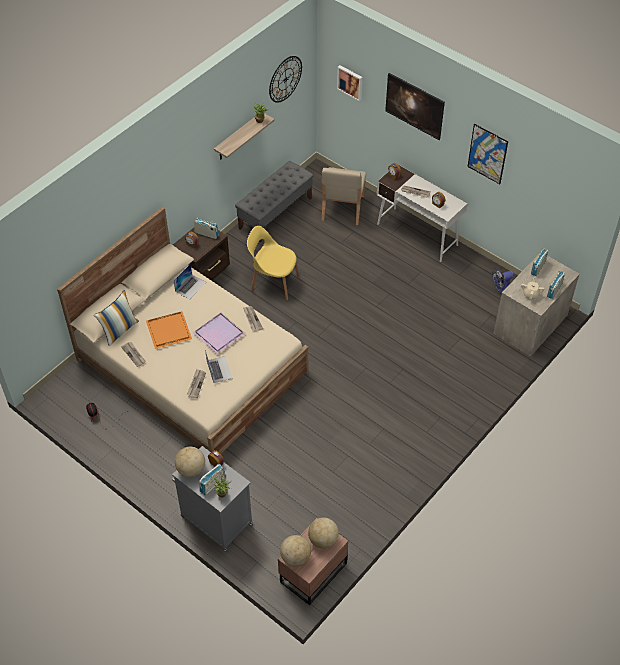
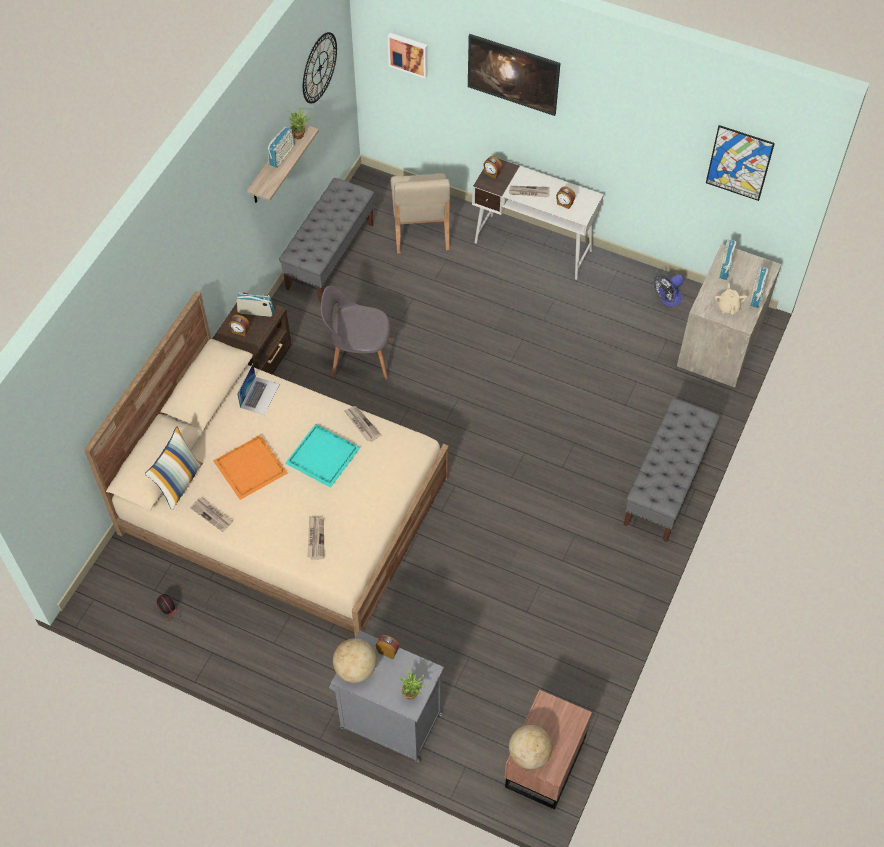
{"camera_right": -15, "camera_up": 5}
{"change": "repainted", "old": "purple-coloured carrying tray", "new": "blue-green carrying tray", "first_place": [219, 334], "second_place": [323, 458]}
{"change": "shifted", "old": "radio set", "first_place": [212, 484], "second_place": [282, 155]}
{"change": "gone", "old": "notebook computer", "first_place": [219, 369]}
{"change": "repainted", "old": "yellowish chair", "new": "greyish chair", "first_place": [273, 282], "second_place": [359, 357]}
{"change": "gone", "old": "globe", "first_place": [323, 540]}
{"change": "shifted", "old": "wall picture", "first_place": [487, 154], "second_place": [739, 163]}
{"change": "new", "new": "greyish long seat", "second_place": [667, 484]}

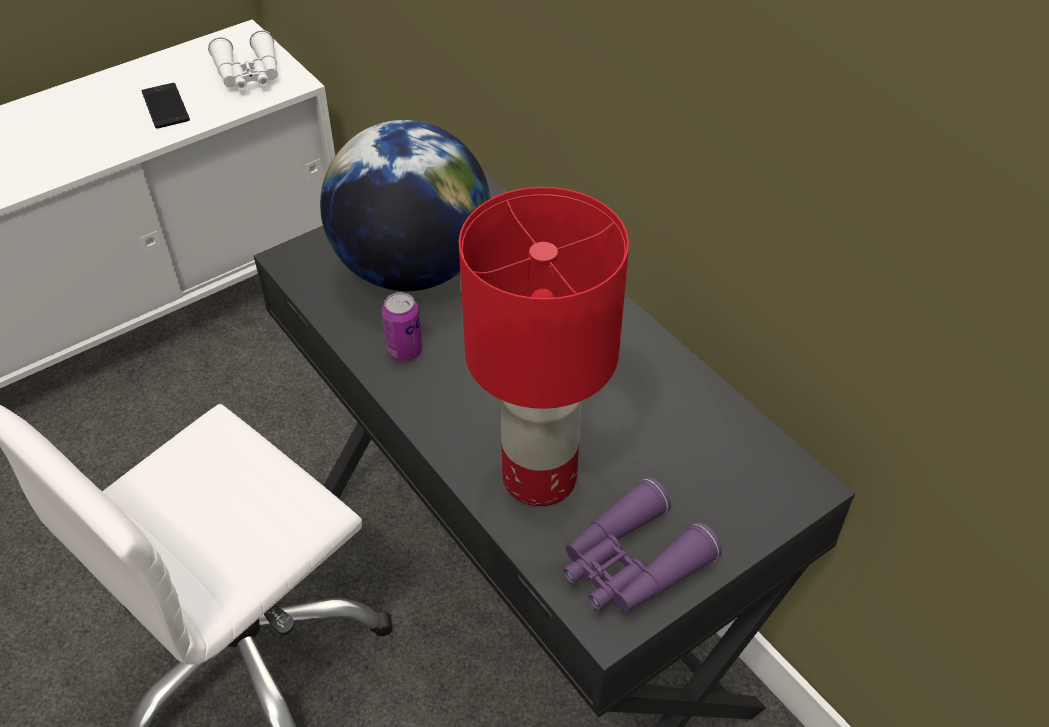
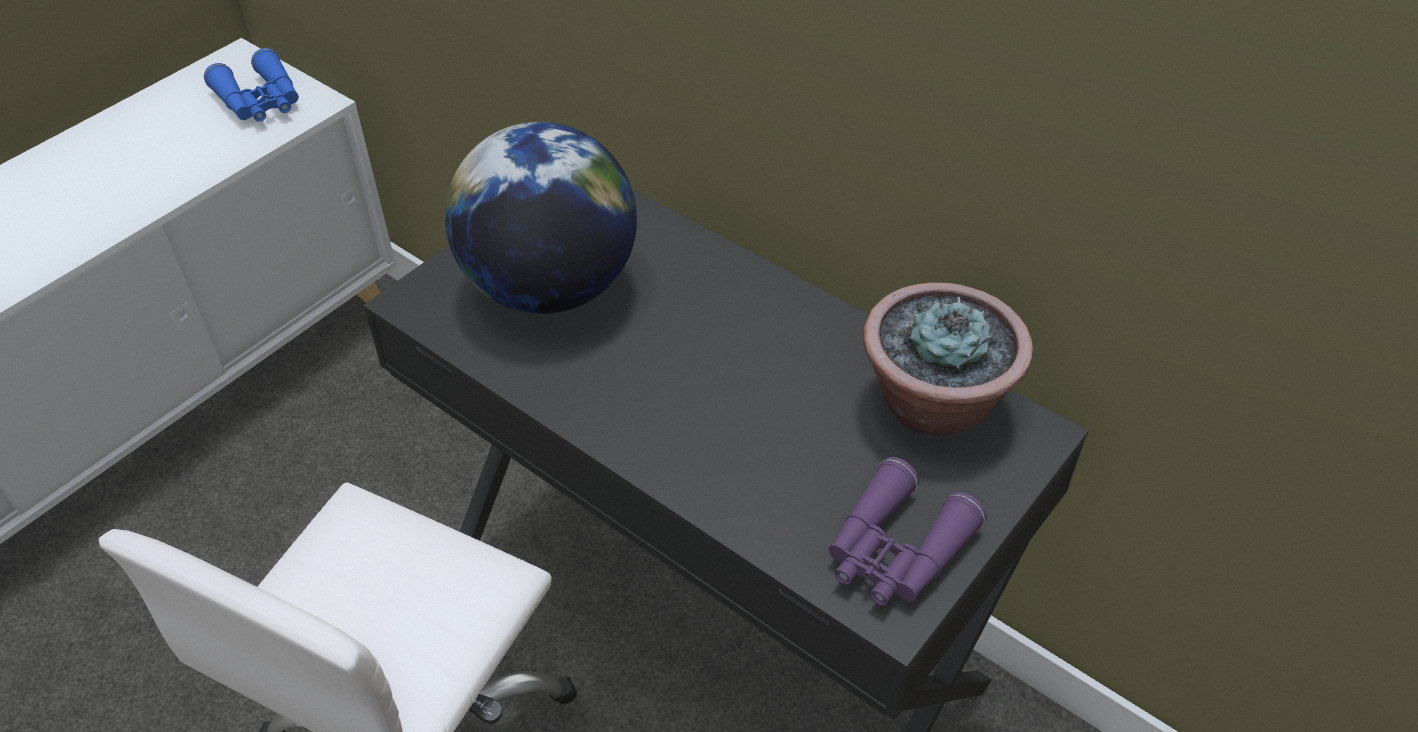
{"camera_right": -15, "camera_up": 0}
{"change": "gone", "old": "handset", "first_place": [165, 106]}
{"change": "repainted", "old": "whitish pair of binoculars", "new": "bluish pair of binoculars", "first_place": [249, 74], "second_place": [260, 102]}
{"change": "gone", "old": "metal can", "first_place": [405, 351]}
{"change": "gone", "old": "reddish tabletop lamp", "first_place": [537, 477]}
{"change": "new", "new": "potted plant", "second_place": [933, 405]}

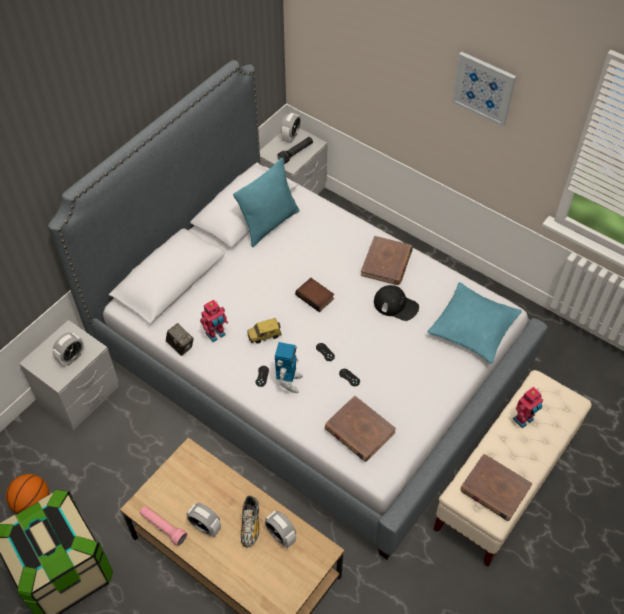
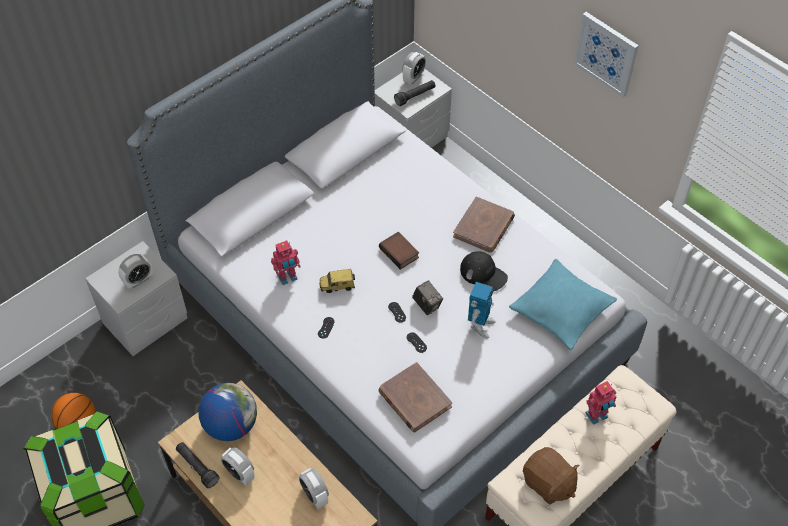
{"camera_right": 10, "camera_up": 0}
{"change": "repainted", "old": "pink flashlight", "new": "black-coloured flashlight", "first_place": [163, 527], "second_place": [197, 467]}
{"change": "shifted", "old": "photo camera", "first_place": [181, 346], "second_place": [427, 305]}
{"change": "gone", "old": "blue-green pillow", "first_place": [269, 224]}
{"change": "gone", "old": "shoe", "first_place": [250, 525]}
{"change": "shifted", "old": "robot figure", "first_place": [289, 382], "second_place": [480, 326]}
{"change": "swapped", "old": "brown bound book", "new": "brown cuddly toy", "first_place": [494, 489], "second_place": [548, 483]}
{"change": "new", "new": "globe", "second_place": [231, 425]}

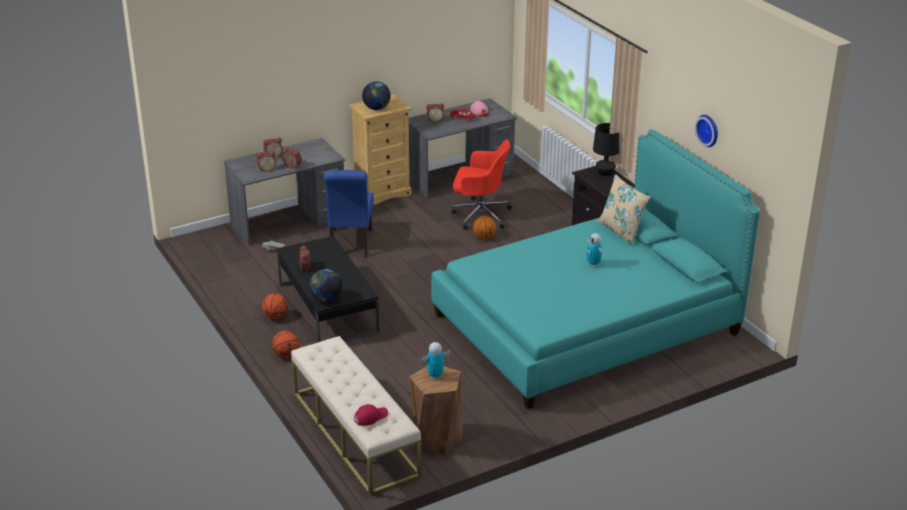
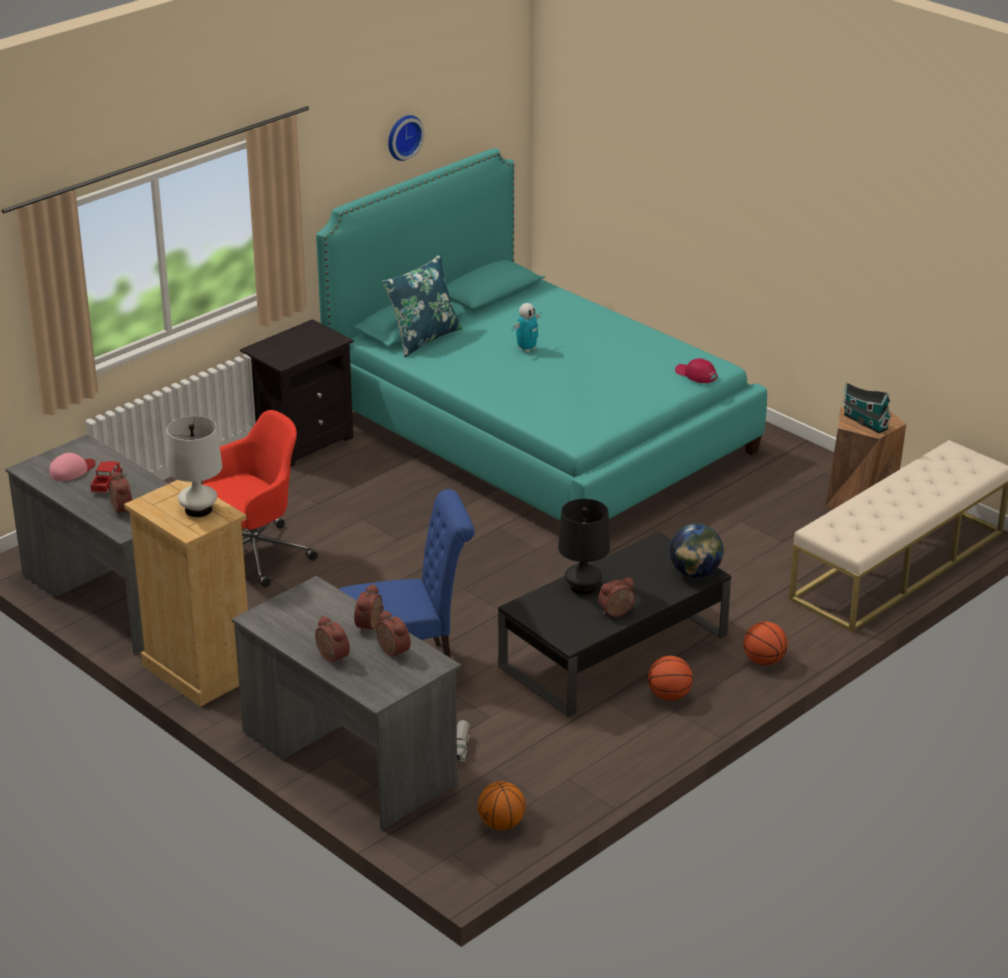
{"camera_right": -105, "camera_up": 0}
{"change": "shifted", "old": "reddish peaked cap", "first_place": [370, 417], "second_place": [695, 375]}
{"change": "swapped", "old": "globe", "new": "whitish tabletop lamp", "first_place": [376, 108], "second_place": [198, 509]}
{"change": "swapped", "old": "robot figure", "new": "miniature house", "first_place": [435, 376], "second_place": [864, 421]}
{"change": "rotated", "old": "reddish desk chair", "first_place": [480, 215], "second_place": [253, 555], "degrees": 60}
{"change": "shifted", "old": "basketball ball", "first_place": [484, 237], "second_place": [501, 824]}
{"change": "shifted", "old": "black-coloured tabletop lamp", "first_place": [605, 172], "second_place": [583, 587]}
{"change": "repainted", "old": "sand-coloured pillow", "new": "bluish pillow", "first_place": [621, 231], "second_place": [423, 338]}

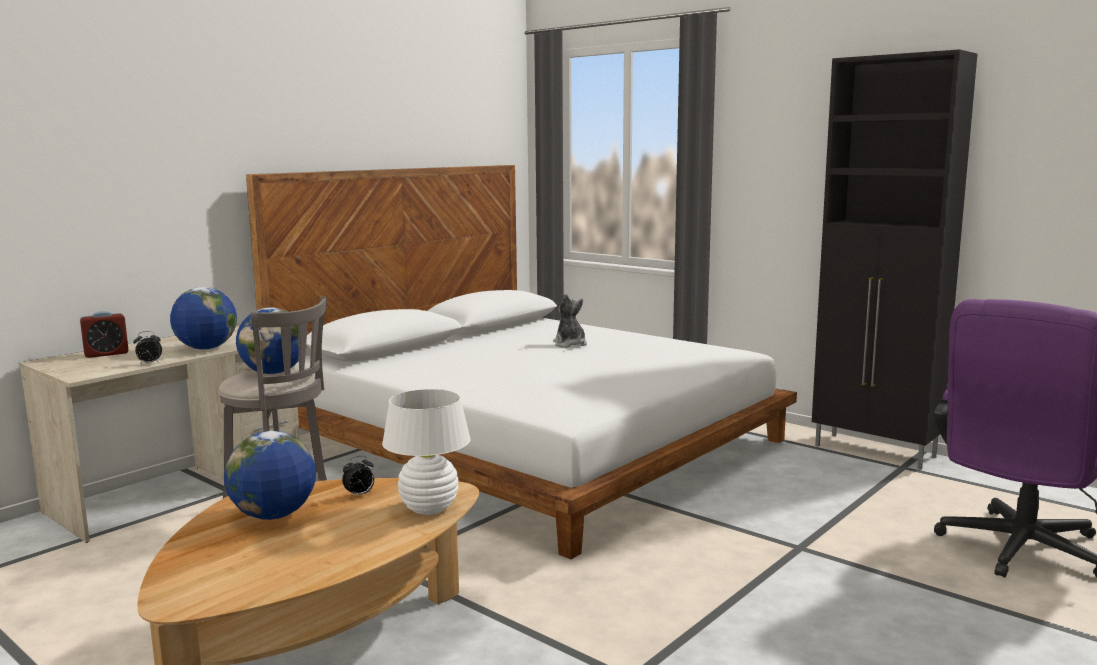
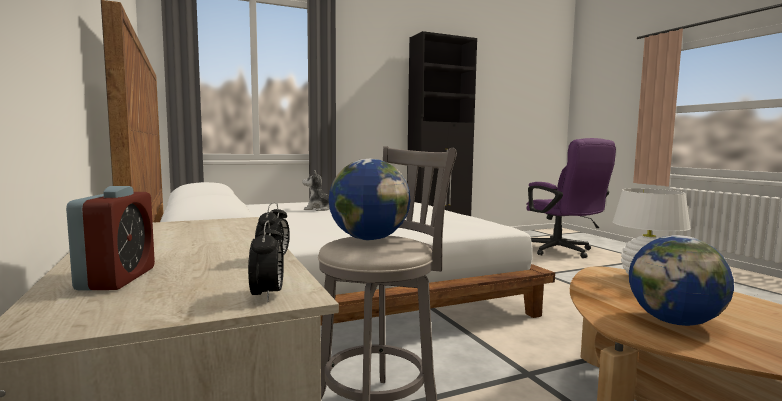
{"camera_right": -65, "camera_up": -5}
{"change": "gone", "old": "globe", "first_place": [206, 348]}
{"change": "shifted", "old": "bedside clock", "first_place": [359, 495], "second_place": [267, 295]}

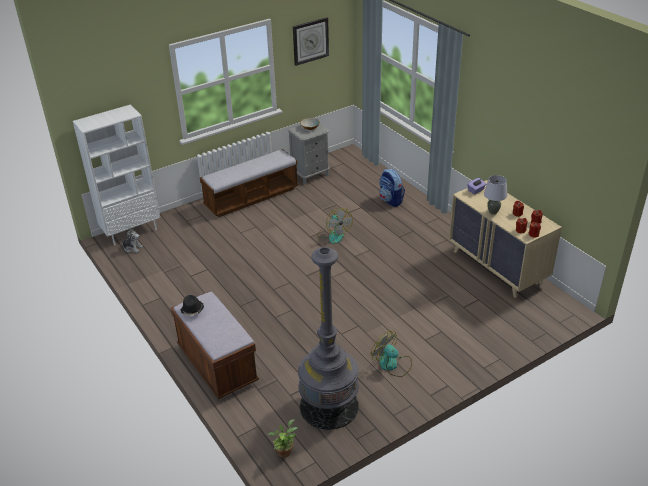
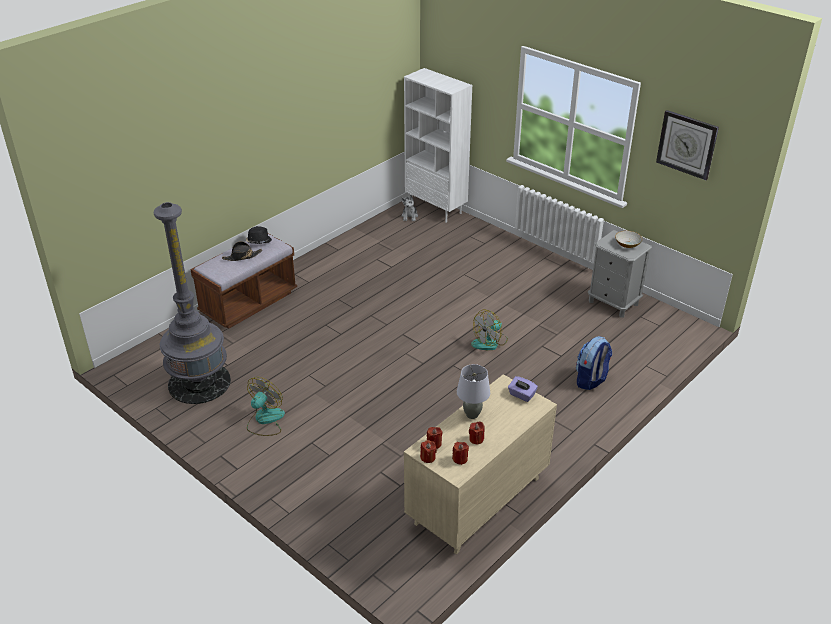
{"camera_right": 75, "camera_up": 0}
{"change": "gone", "old": "long seat", "first_place": [252, 197]}
{"change": "gone", "old": "potted plant", "first_place": [284, 451]}
{"change": "new", "new": "black-coloured wearable hat", "second_place": [242, 256]}

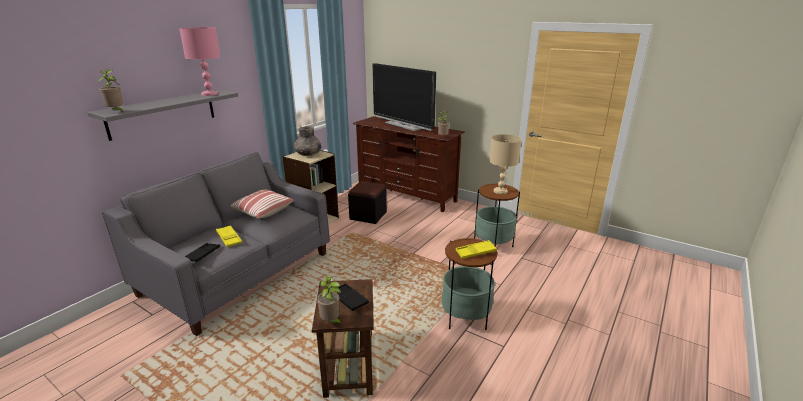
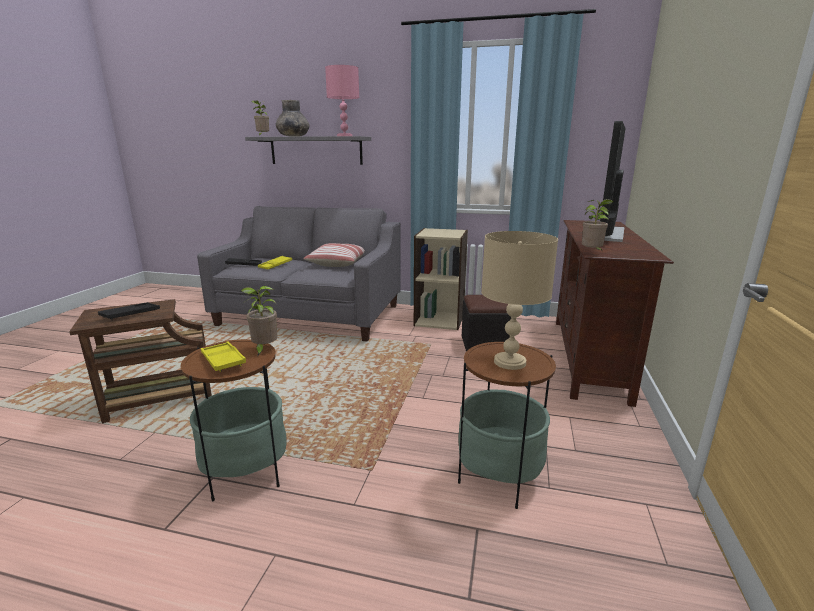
{"camera_right": 70, "camera_up": -5}
{"change": "shifted", "old": "greyish vase", "first_place": [308, 154], "second_place": [293, 136]}
{"change": "shifted", "old": "potted plant", "first_place": [331, 322], "second_place": [264, 349]}

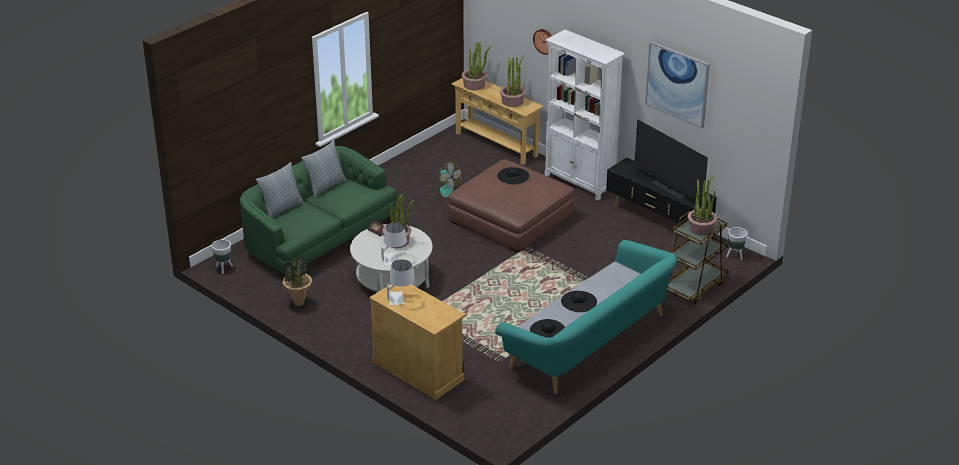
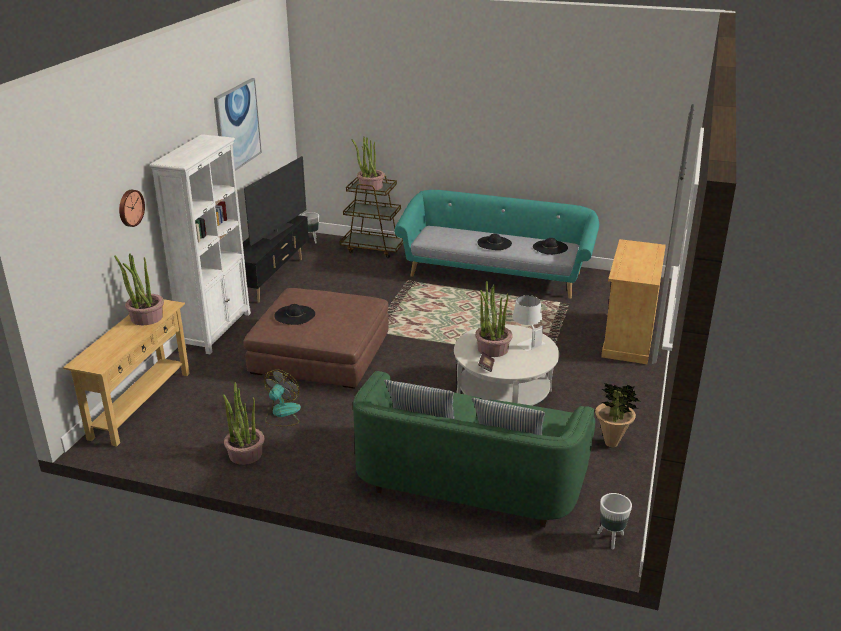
{"camera_right": -115, "camera_up": -5}
{"change": "gone", "old": "whitish tabletop lamp", "first_place": [400, 297]}
{"change": "shifted", "old": "potted plant", "first_place": [474, 85], "second_place": [245, 454]}

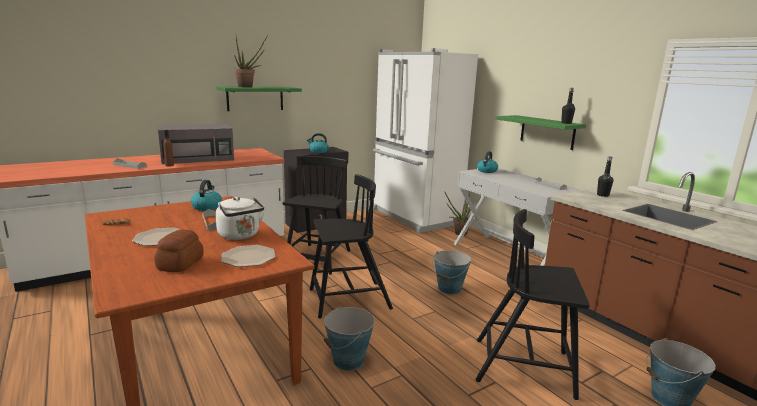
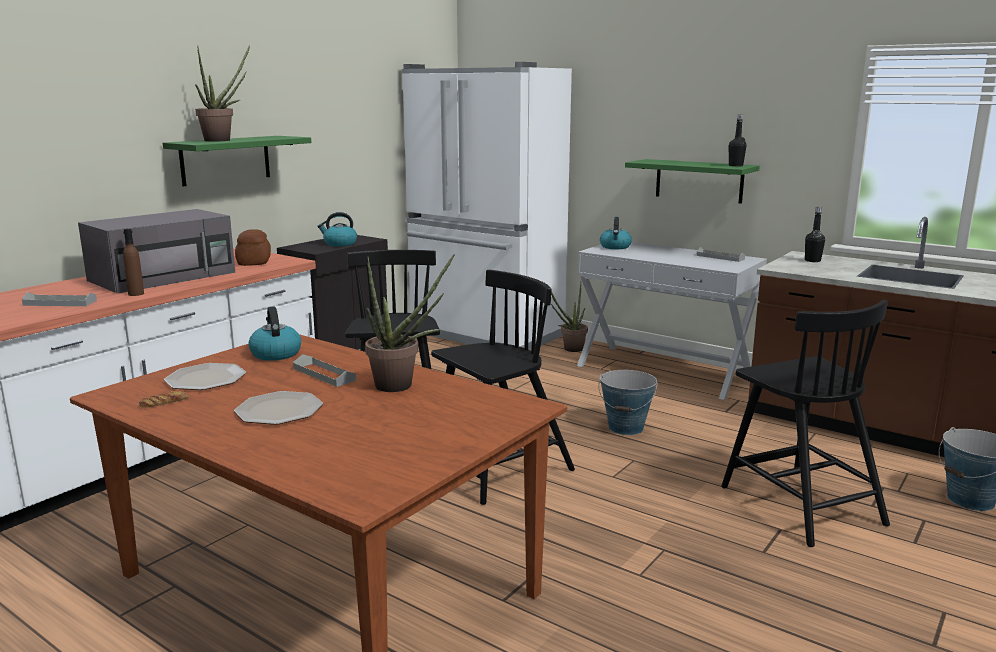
{"camera_right": -20, "camera_up": 0}
{"change": "shifted", "old": "bakery bread", "first_place": [179, 264], "second_place": [253, 262]}
{"change": "swapped", "old": "whitish water kettle", "new": "potted plant", "first_place": [240, 236], "second_place": [402, 386]}
{"change": "shifted", "old": "dinner plate", "first_place": [248, 257], "second_place": [205, 379]}
{"change": "gone", "old": "water bucket", "first_place": [348, 360]}
{"change": "rotated", "old": "black-coloured chair", "first_place": [525, 367], "second_place": [799, 504], "degrees": -105}

